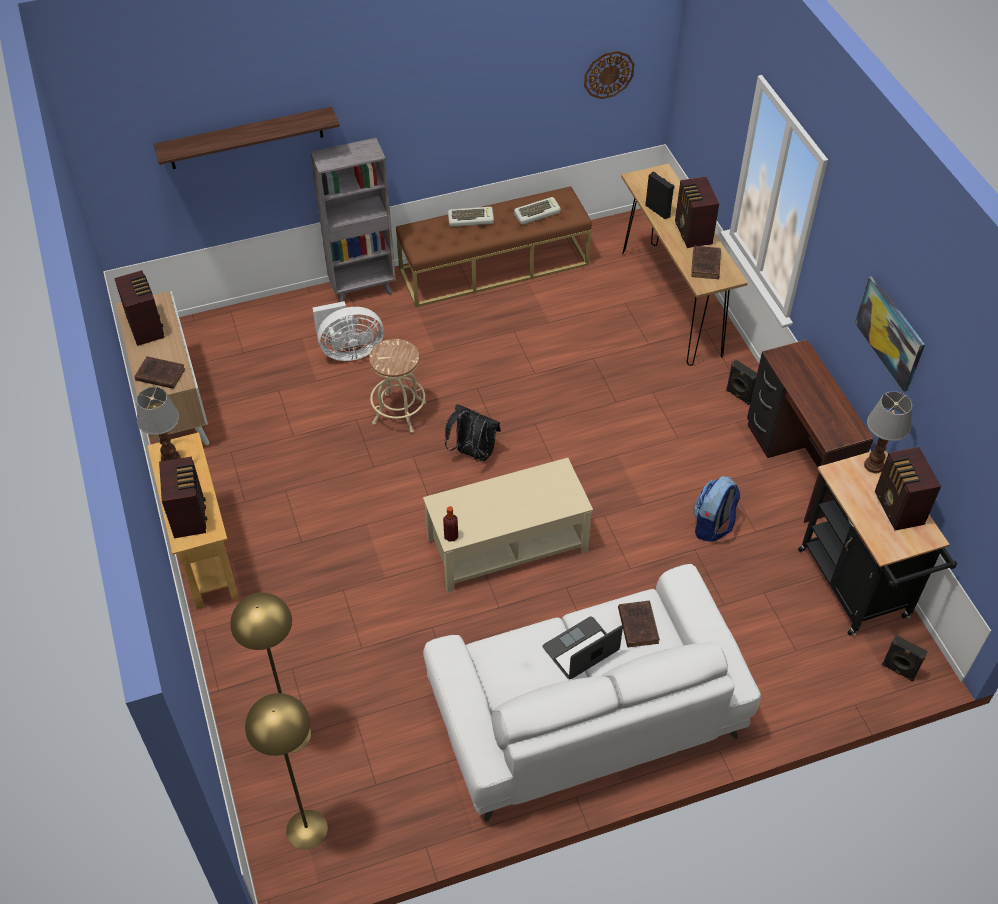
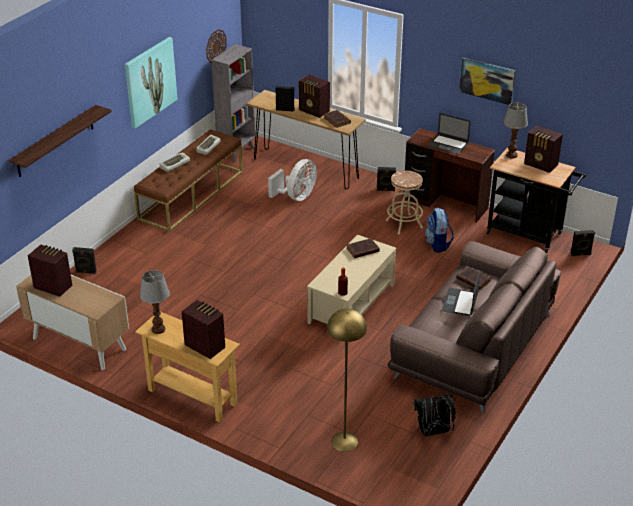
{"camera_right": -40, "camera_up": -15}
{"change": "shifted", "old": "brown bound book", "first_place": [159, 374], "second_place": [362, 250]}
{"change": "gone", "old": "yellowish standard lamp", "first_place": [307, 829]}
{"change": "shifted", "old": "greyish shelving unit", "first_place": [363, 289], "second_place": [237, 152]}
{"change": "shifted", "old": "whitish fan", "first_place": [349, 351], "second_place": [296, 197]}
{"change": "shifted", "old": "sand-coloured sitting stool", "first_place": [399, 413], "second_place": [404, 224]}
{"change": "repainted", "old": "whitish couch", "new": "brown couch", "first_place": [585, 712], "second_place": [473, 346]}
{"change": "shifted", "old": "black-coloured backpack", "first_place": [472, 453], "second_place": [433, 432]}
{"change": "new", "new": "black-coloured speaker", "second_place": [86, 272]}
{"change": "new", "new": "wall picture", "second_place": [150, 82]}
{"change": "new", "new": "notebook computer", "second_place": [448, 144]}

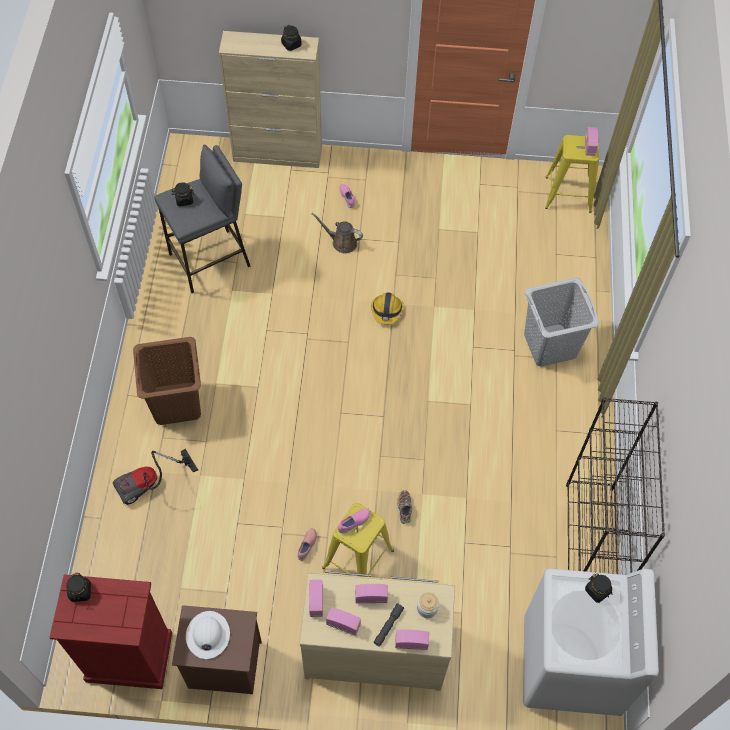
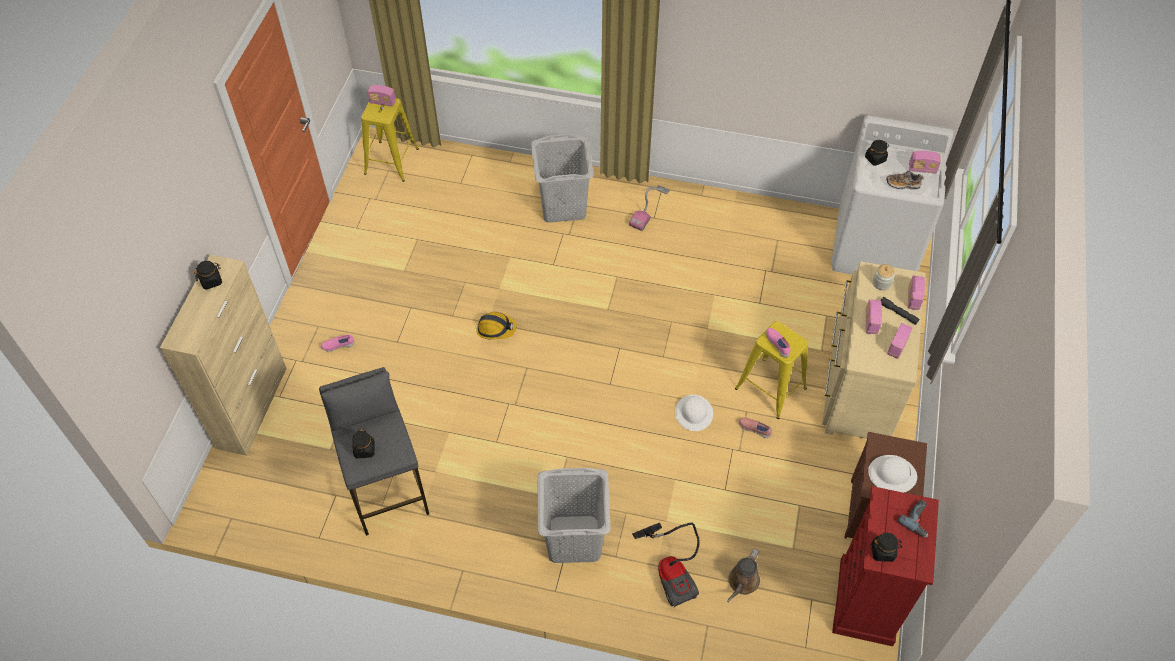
{"camera_right": -80, "camera_up": -5}
{"change": "repainted", "old": "brown laundry basket", "new": "greyish laundry basket", "first_place": [176, 403], "second_place": [573, 539]}
{"change": "shifted", "old": "radio set", "first_place": [316, 601], "second_place": [922, 169]}
{"change": "shifted", "old": "brown watering can", "first_place": [342, 242], "second_place": [742, 583]}
{"change": "shifted", "old": "shoe", "first_place": [404, 508], "second_place": [903, 184]}
{"change": "gone", "old": "black-coloured shelving unit", "first_place": [591, 545]}
{"change": "new", "new": "hoover", "second_place": [649, 209]}
{"change": "new", "new": "whitish hard hat", "second_place": [694, 413]}
{"change": "new", "new": "drill", "second_place": [918, 520]}

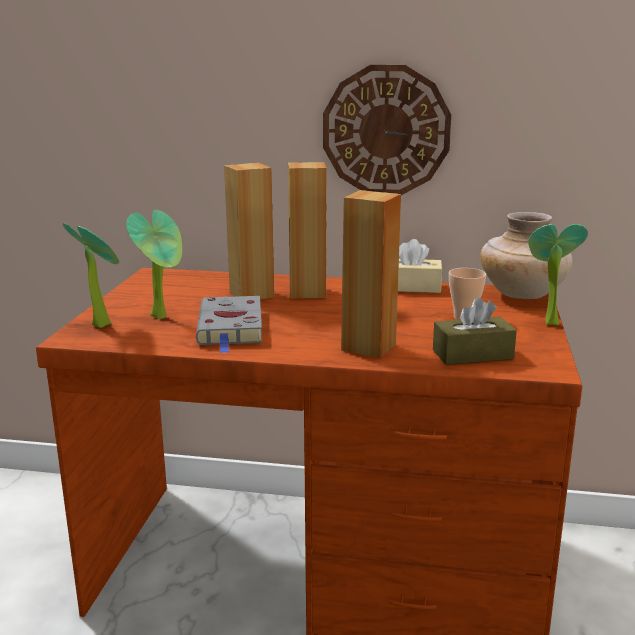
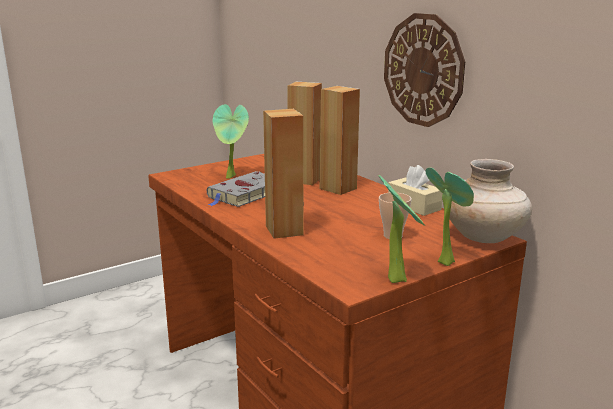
{"camera_right": 45, "camera_up": 0}
{"change": "shifted", "old": "potted plant", "first_place": [102, 323], "second_place": [398, 278]}
{"change": "gone", "old": "brown box of tissues", "first_place": [472, 354]}

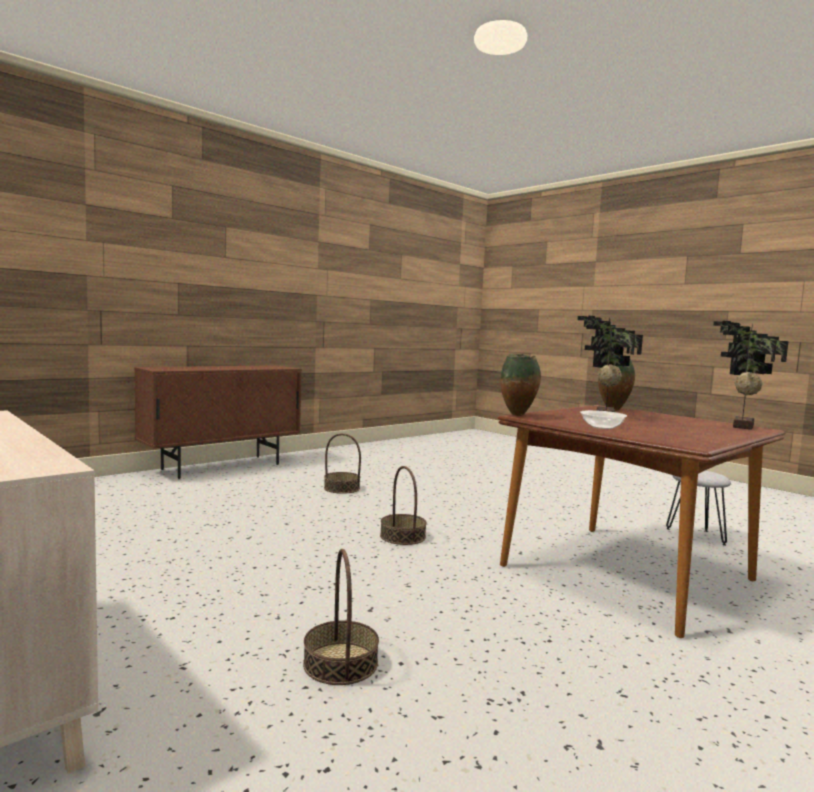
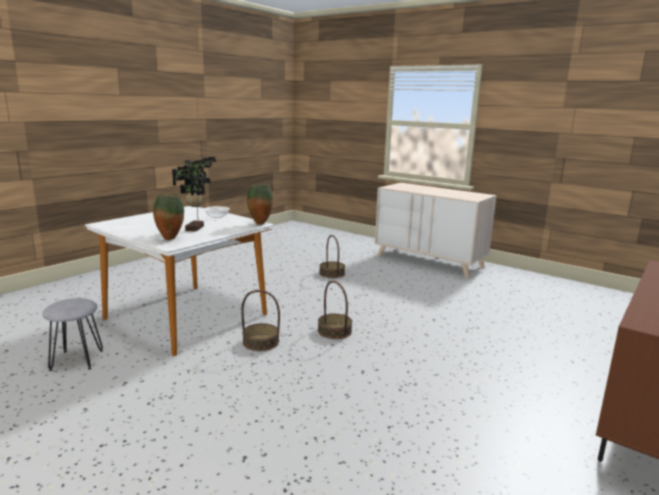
{"camera_right": 170, "camera_up": 10}
{"change": "shifted", "old": "household basket", "first_place": [342, 488], "second_place": [260, 342]}
{"change": "repainted", "old": "brown kitchen table", "new": "whitish kitchen table", "first_place": [625, 572], "second_place": [187, 317]}
{"change": "gone", "old": "potted plant", "first_place": [740, 426]}

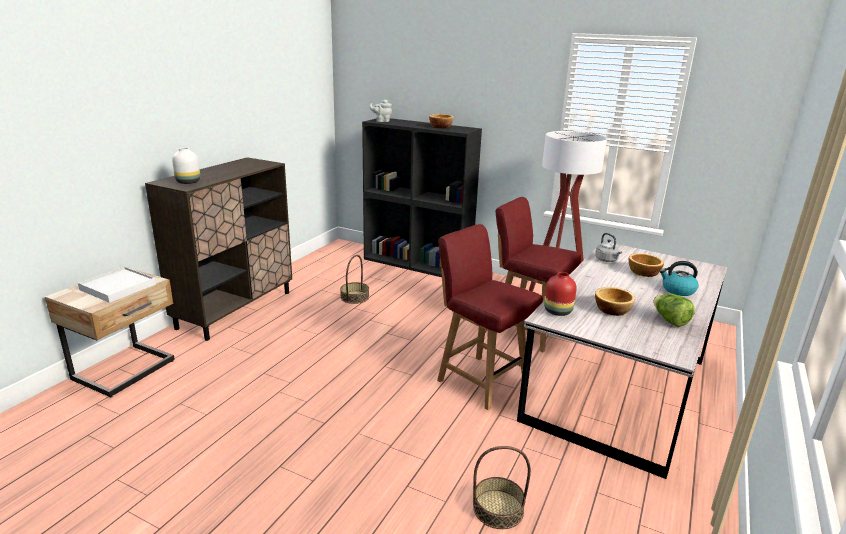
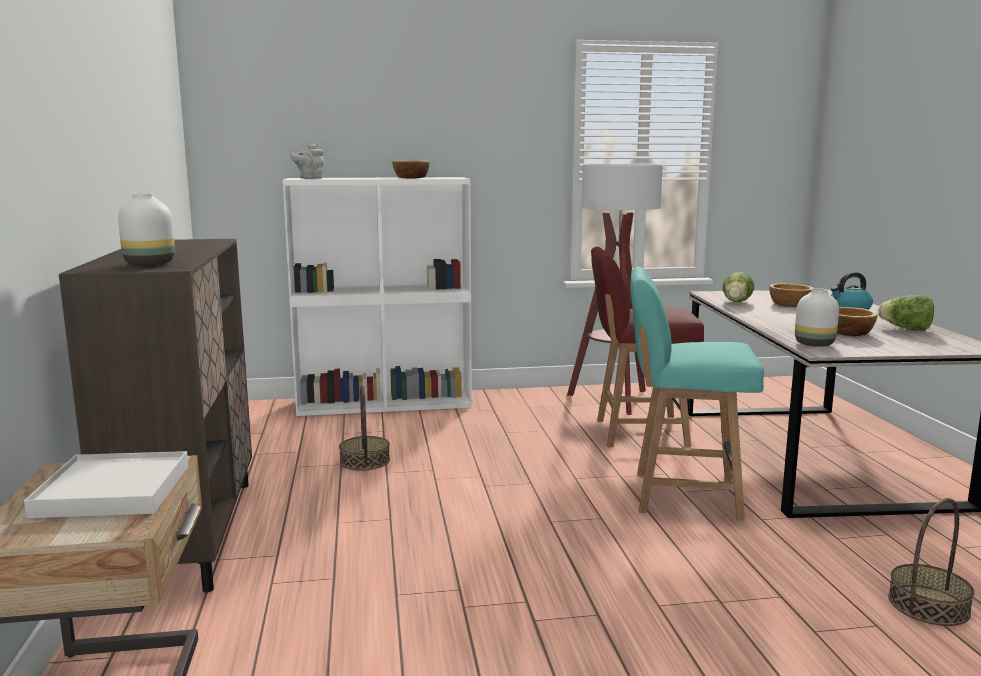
{"camera_right": -35, "camera_up": -10}
{"change": "repainted", "old": "black-coloured shelving unit", "new": "whitish shelving unit", "first_place": [418, 264], "second_place": [385, 402]}
{"change": "repainted", "old": "reddish chair", "new": "blue-green chair", "first_place": [481, 380], "second_place": [683, 495]}
{"change": "repainted", "old": "reddish vase", "new": "whitish vase", "first_place": [557, 311], "second_place": [813, 344]}
{"change": "swapped", "old": "greyish water kettle", "new": "lettuce head", "first_place": [607, 260], "second_place": [736, 302]}

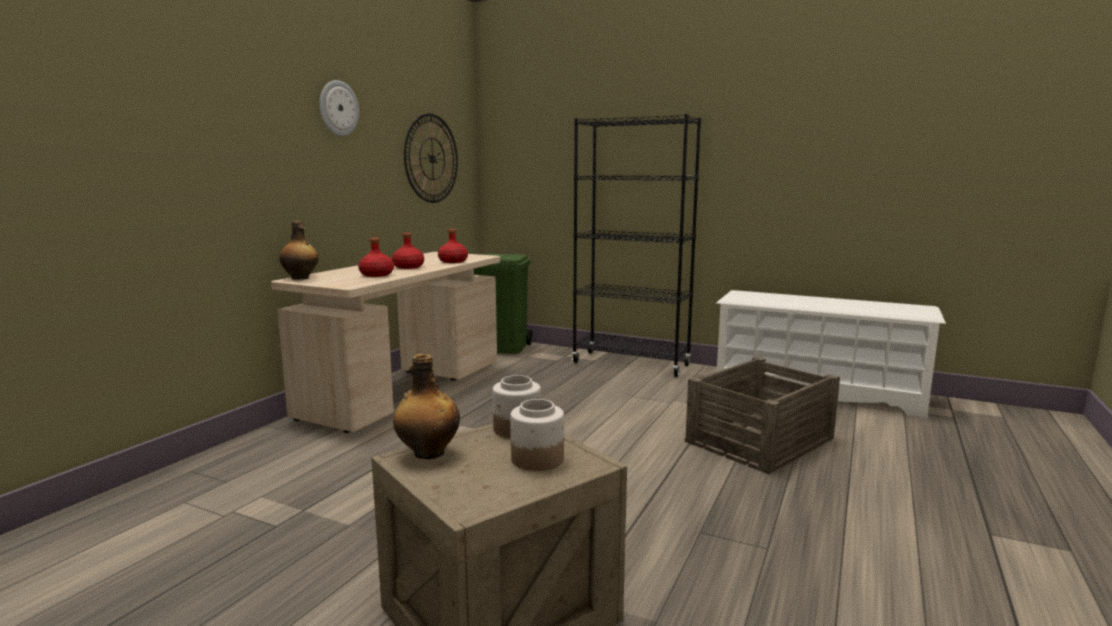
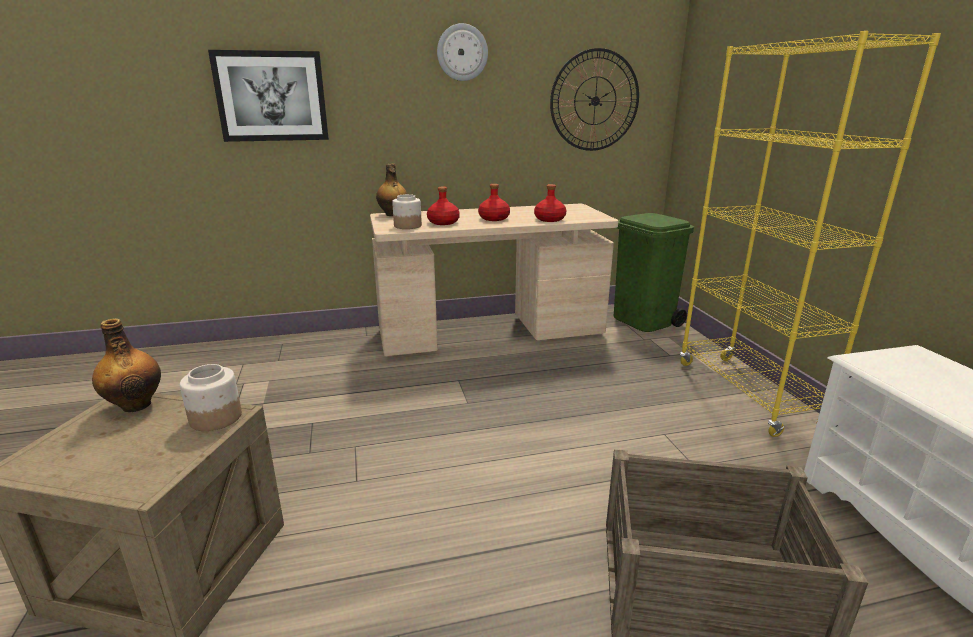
{"camera_right": 50, "camera_up": 10}
{"change": "shifted", "old": "jar", "first_place": [537, 459], "second_place": [407, 226]}
{"change": "repainted", "old": "black-coloured shelving unit", "new": "yellowish shelving unit", "first_place": [631, 364], "second_place": [747, 394]}
{"change": "new", "new": "wall picture", "second_place": [271, 96]}

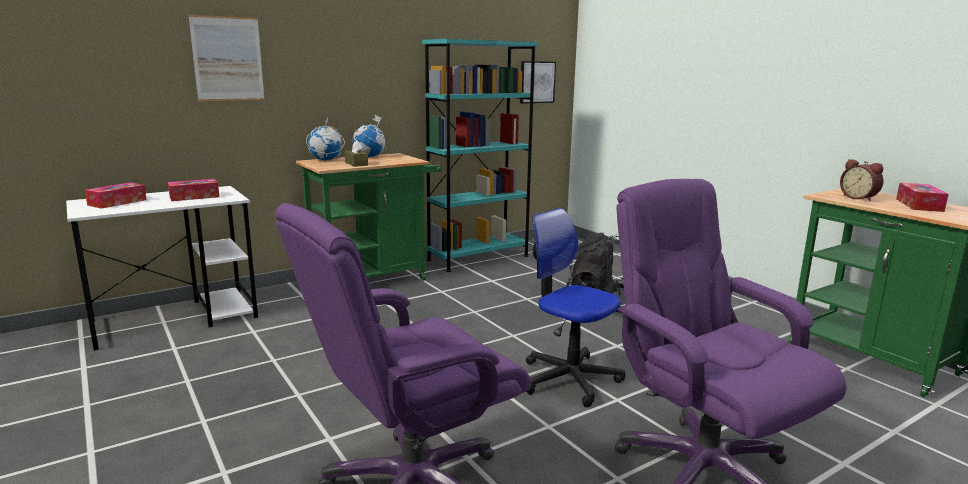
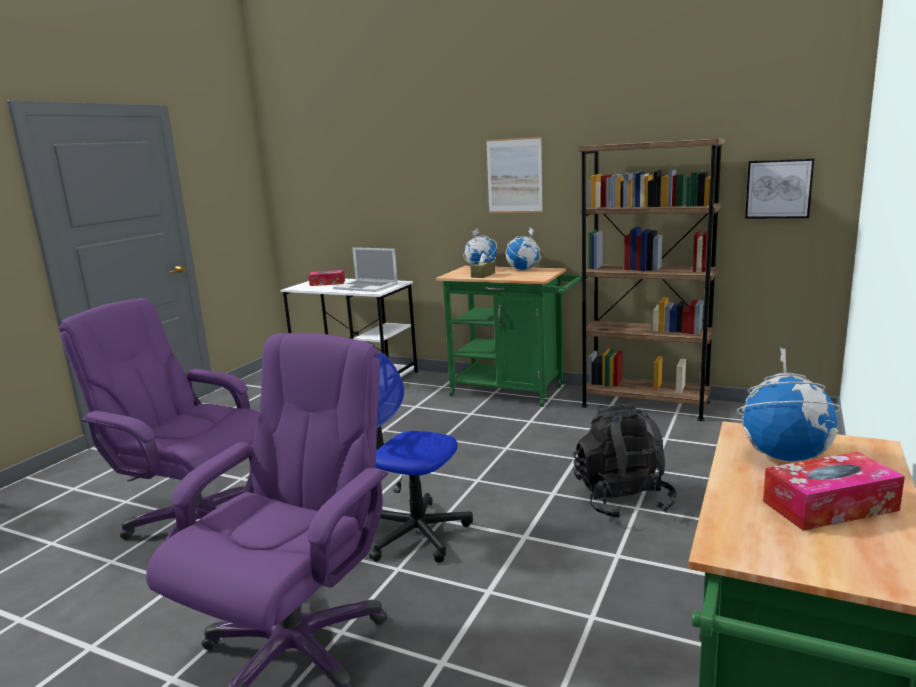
{"camera_right": 60, "camera_up": 0}
{"change": "swapped", "old": "box of tissues", "new": "notebook computer", "first_place": [194, 197], "second_place": [366, 286]}
{"change": "shifted", "old": "wall picture", "first_place": [228, 59], "second_place": [514, 176]}
{"change": "repainted", "old": "blue-green shelving unit", "new": "brown shelving unit", "first_place": [478, 258], "second_place": [645, 404]}
{"change": "rotated", "old": "desk chair", "first_place": [569, 379], "second_place": [416, 533], "degrees": -75}
{"change": "swapped", "old": "bedside clock", "new": "globe", "first_place": [859, 198], "second_place": [785, 456]}

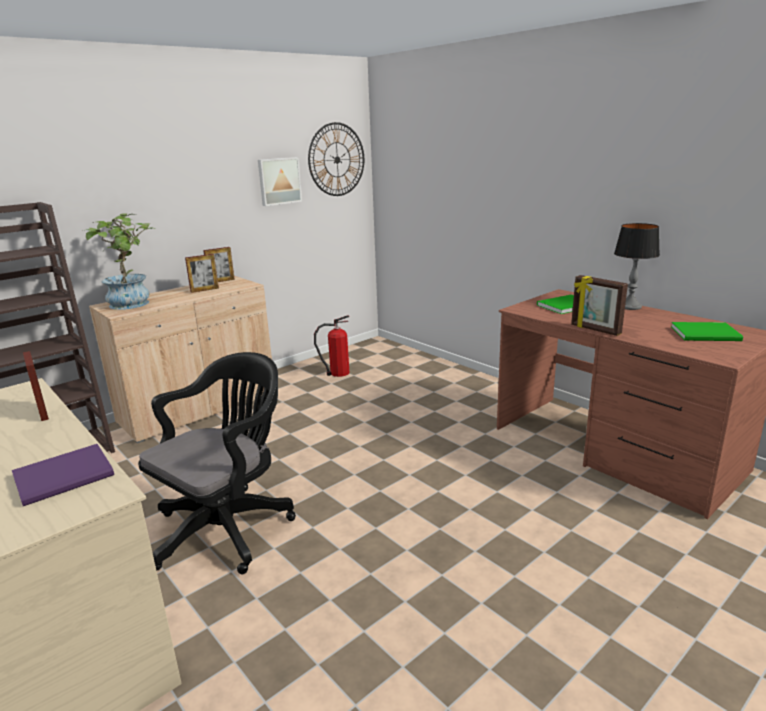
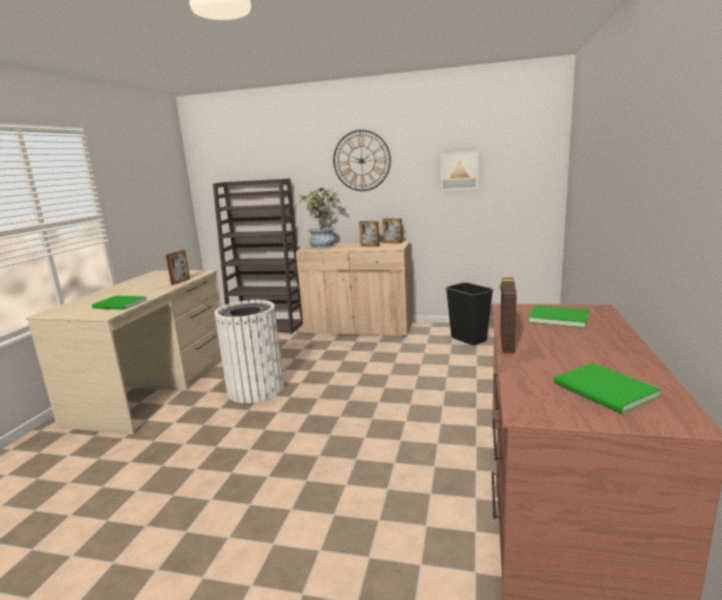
{"camera_right": 55, "camera_up": -5}
{"change": "repainted", "old": "purple-coloured bound book", "new": "greenish bound book", "first_place": [67, 476], "second_place": [120, 304]}
{"change": "swapped", "old": "black-coloured desk chair", "new": "whitish trash can", "first_place": [228, 527], "second_place": [256, 389]}
{"change": "shifted", "old": "clock on the wall", "first_place": [337, 159], "second_place": [361, 160]}
{"change": "swapped", "old": "extinguisher", "new": "black-coloured trash can", "first_place": [337, 373], "second_place": [469, 339]}
{"change": "gone", "old": "tabletop lamp", "first_place": [630, 306]}

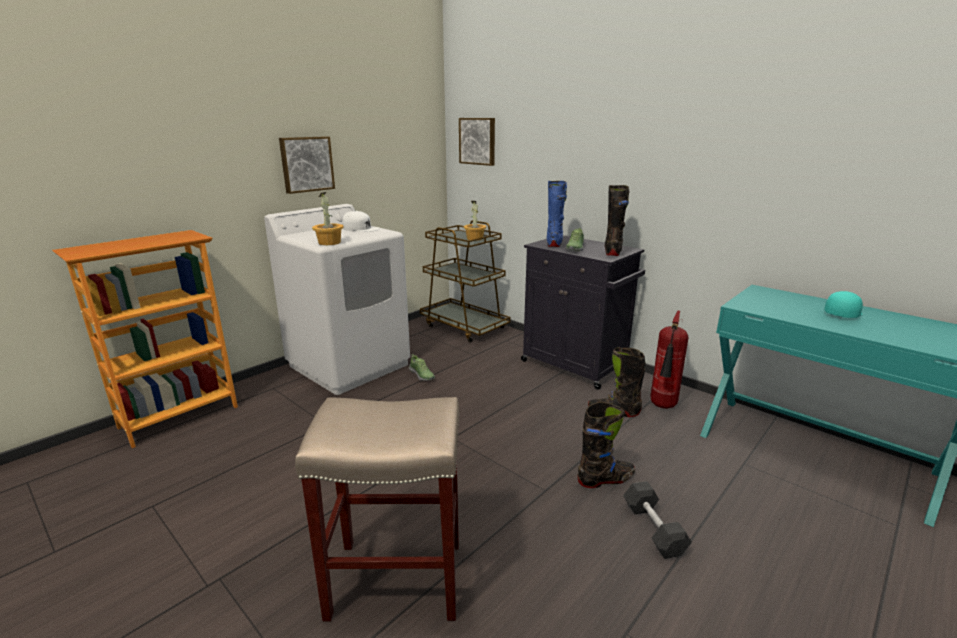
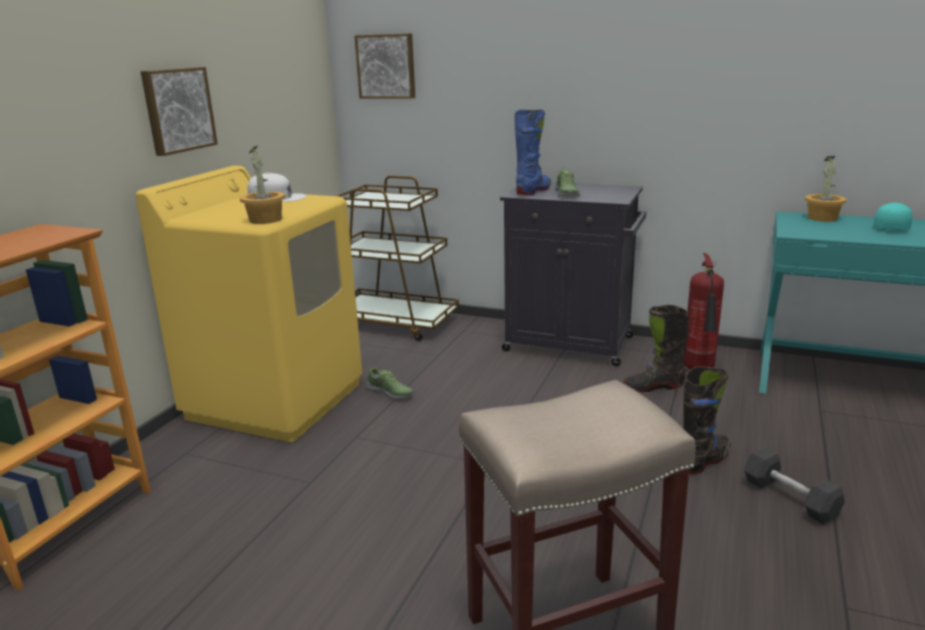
{"camera_right": -20, "camera_up": 0}
{"change": "repainted", "old": "whitish laundry machine", "new": "yellowish laundry machine", "first_place": [349, 365], "second_place": [276, 399]}
{"change": "shifted", "old": "potted plant", "first_place": [474, 238], "second_place": [822, 218]}
{"change": "rotated", "old": "bluish tall boot", "first_place": [554, 243], "second_place": [533, 191], "degrees": 45}
{"change": "gone", "old": "black-coloured tall boot", "first_place": [612, 251]}

